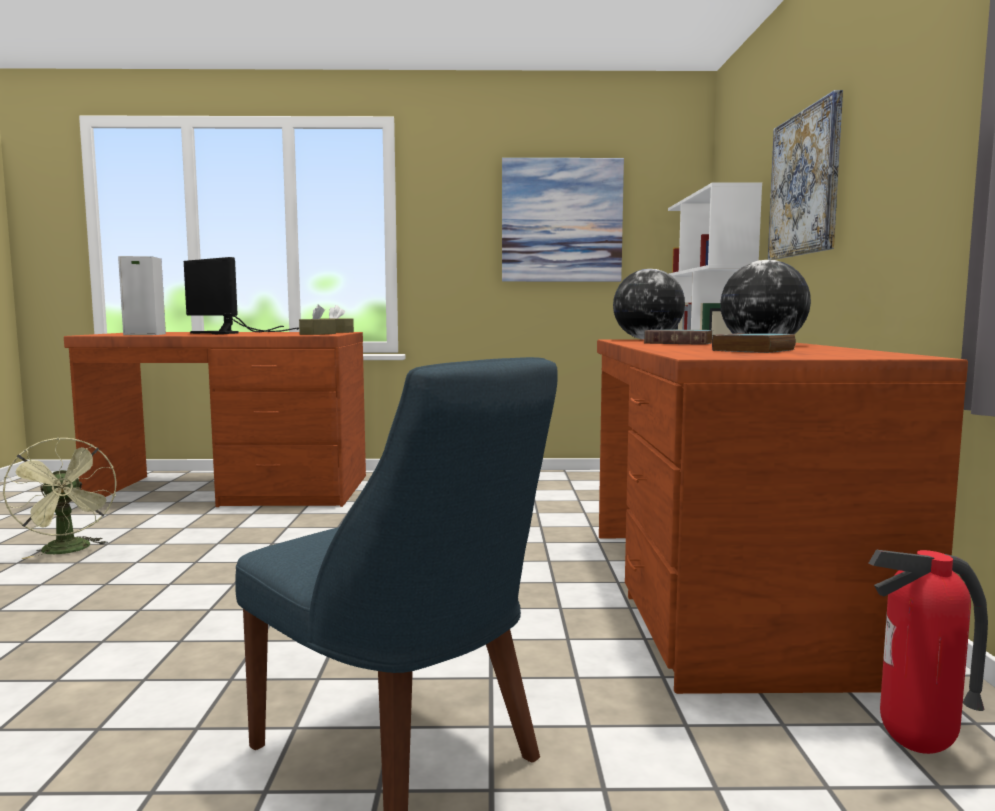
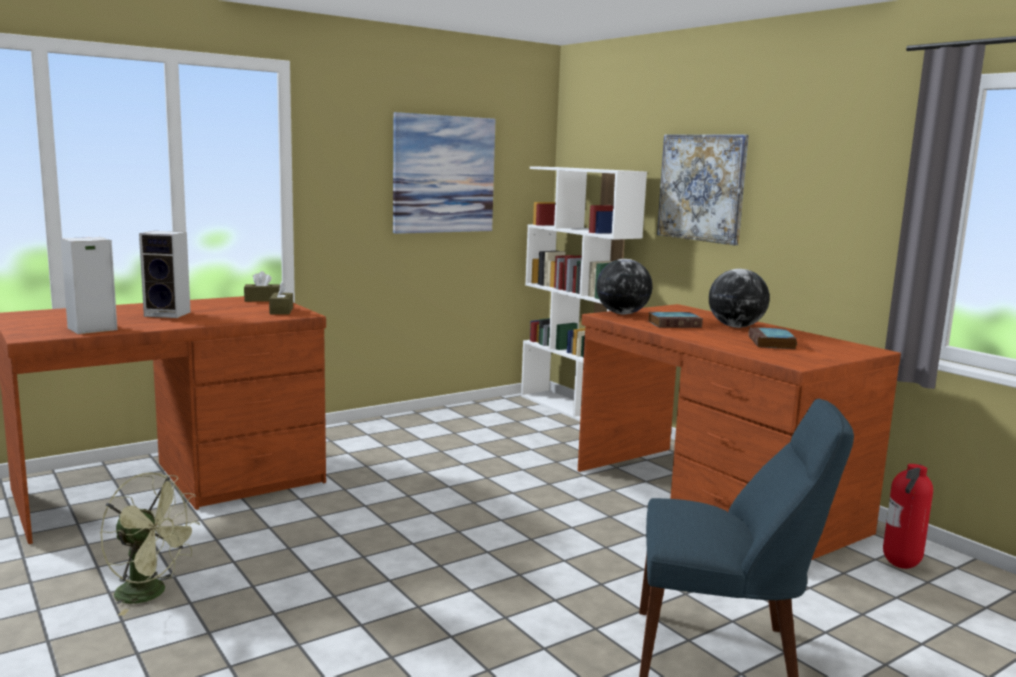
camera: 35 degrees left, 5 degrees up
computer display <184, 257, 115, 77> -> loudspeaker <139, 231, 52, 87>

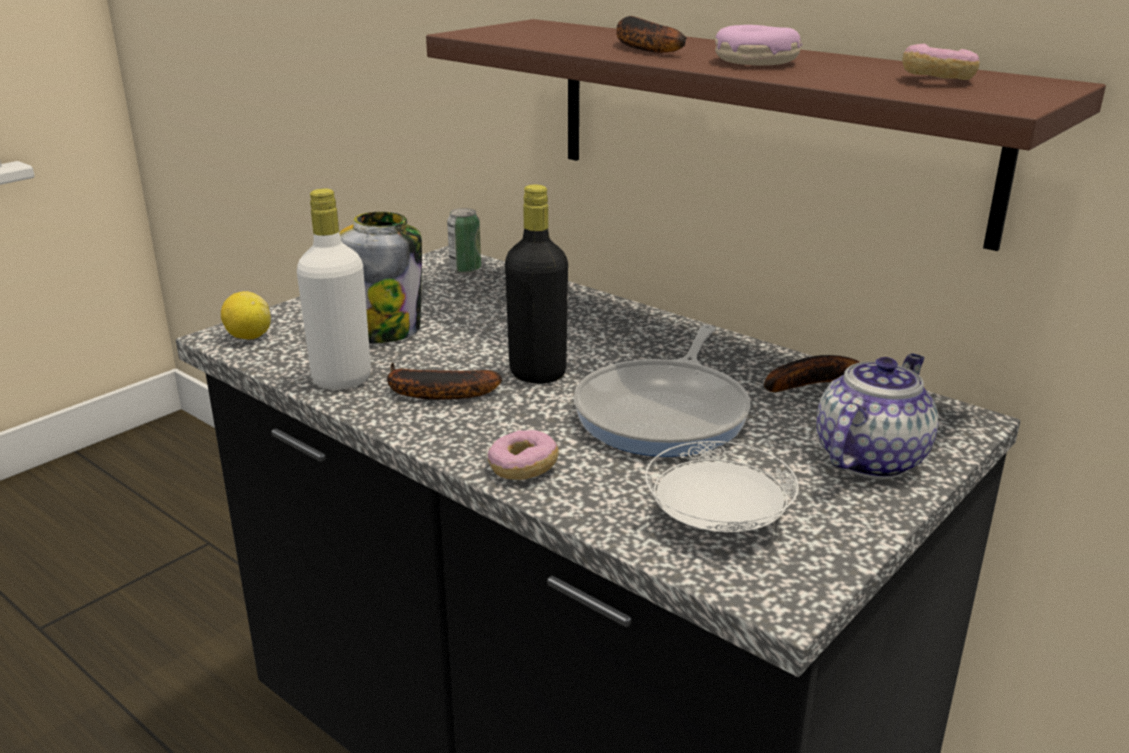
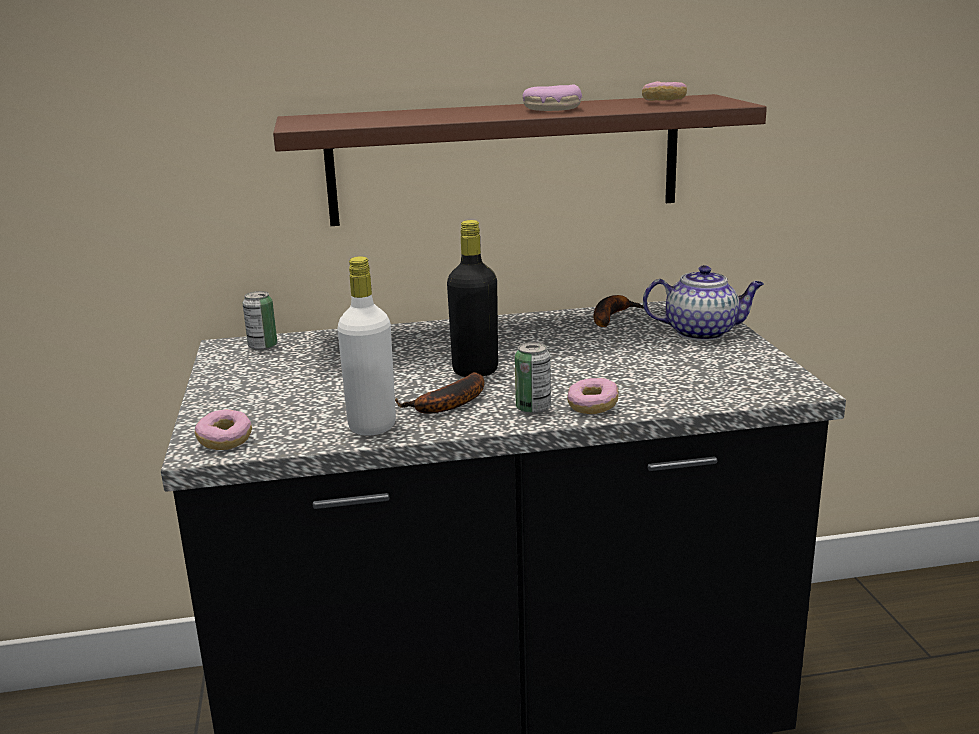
camera: 50 degrees left, 5 degrees down
jar <339, 212, 83, 131> -> none
pan <574, 325, 176, 132> -> none
banana fruit <616, 16, 71, 37> -> none
flat dish in whitish <645, 441, 154, 91> -> none
none -> metal can <515, 342, 36, 72>
whole lemon <221, 291, 50, 48> -> ring doughnut <195, 409, 57, 41>
pot for tea <817, 354, 121, 125> -> pot for tea <643, 265, 121, 76>, 105 degrees clockwise

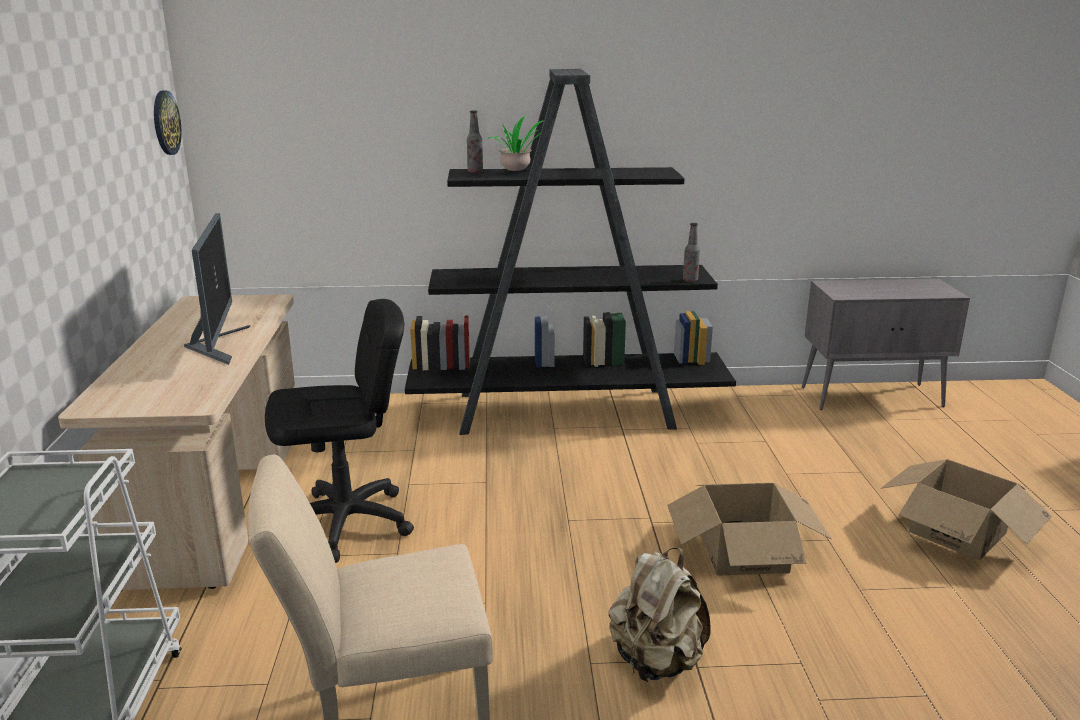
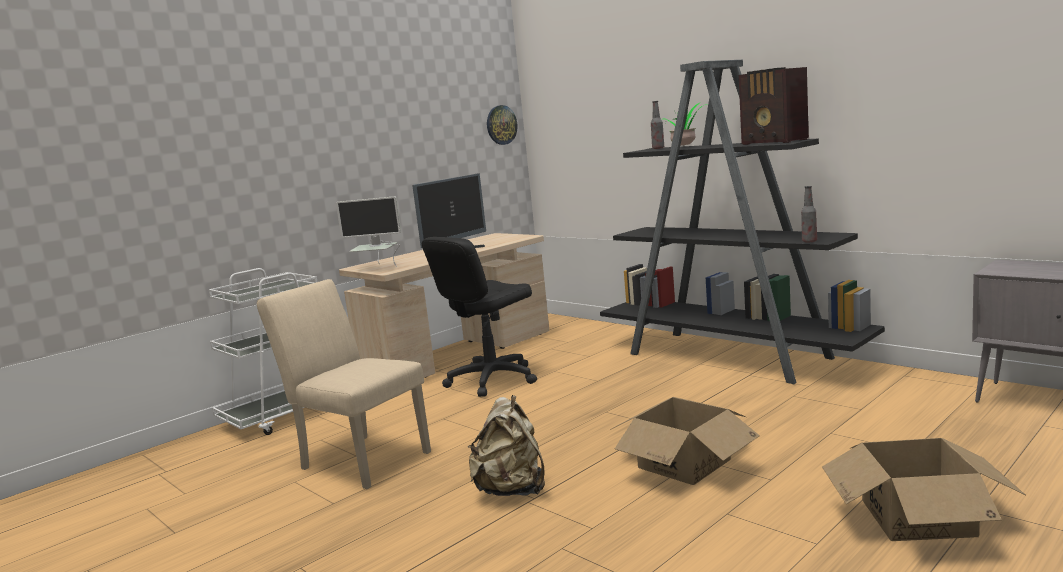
camera: 50 degrees right, 10 degrees down
none -> computer display <336, 196, 65, 71>
none -> radio receiver <739, 67, 70, 78>
desk chair in black <265, 299, 149, 264> -> desk chair in black <422, 237, 115, 160>, 105 degrees clockwise

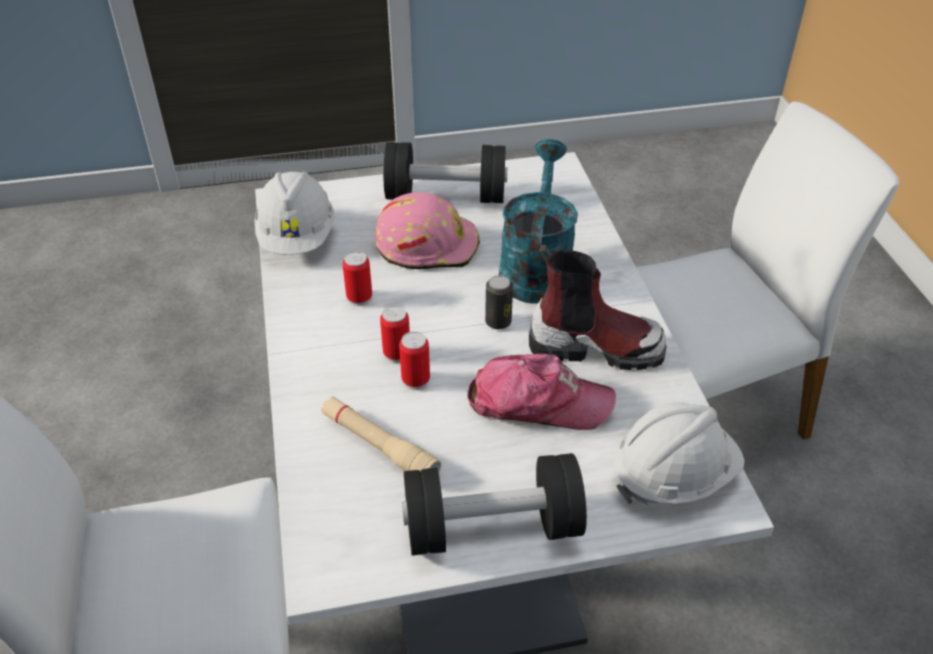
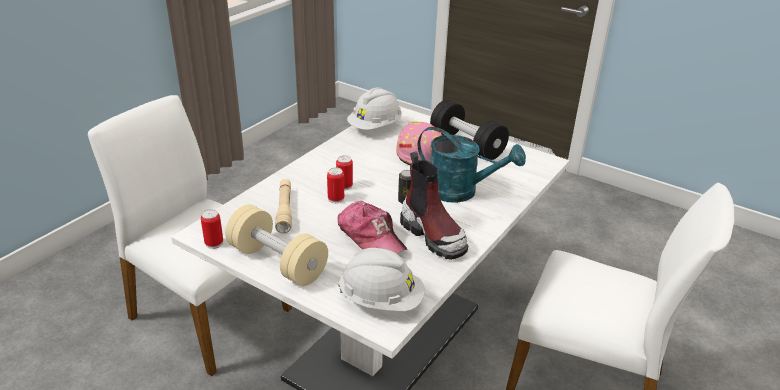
camera: 45 degrees right, 10 degrees down
metal can <343, 251, 29, 55> -> metal can <201, 209, 22, 40>, relocated
dumbbell in black <402, 453, 185, 103> -> dumbbell in beige <225, 204, 103, 82>
watering can in turquoise-coloured <499, 139, 79, 165> -> watering can in turquoise-coloured <418, 127, 108, 76>, 60 degrees clockwise

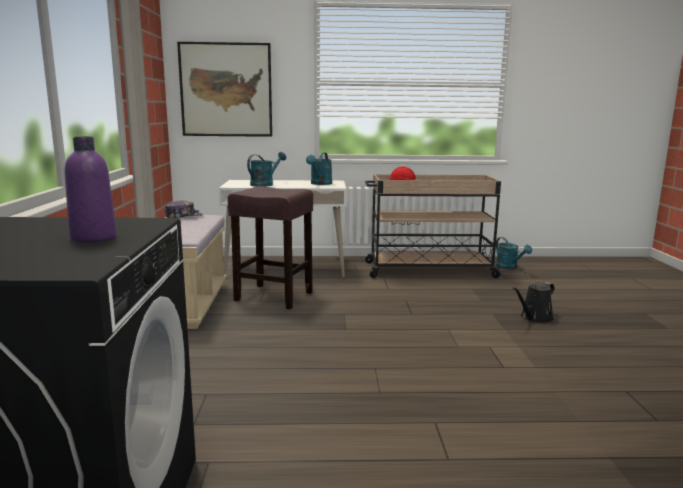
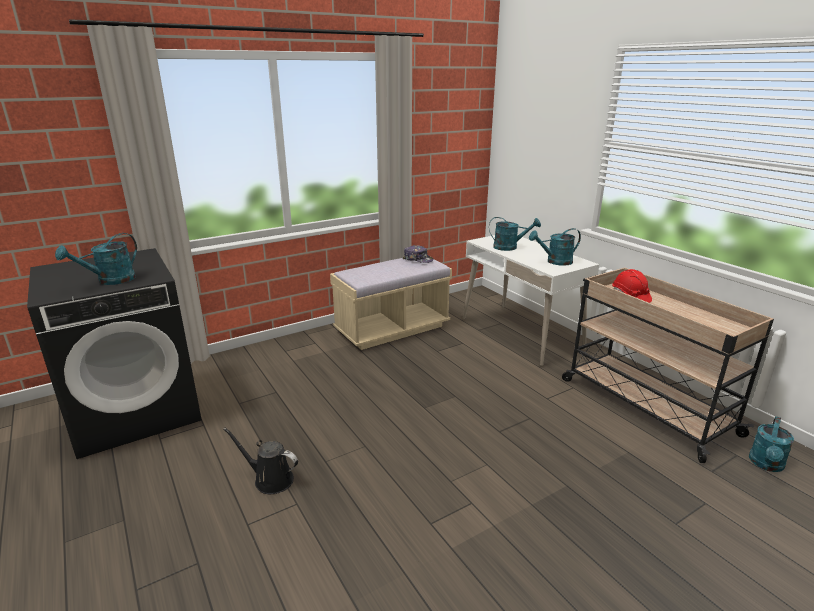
camera: 60 degrees right, 10 degrees up
wall picture <177, 42, 95, 95> -> none
sitting stool in brown-coloured <228, 186, 85, 123> -> none
watering can in black <513, 282, 42, 41> -> watering can in black <223, 428, 75, 66>, relocated
bottle in purple-coloured <64, 137, 52, 106> -> watering can in turquoise-coloured <55, 233, 82, 52>

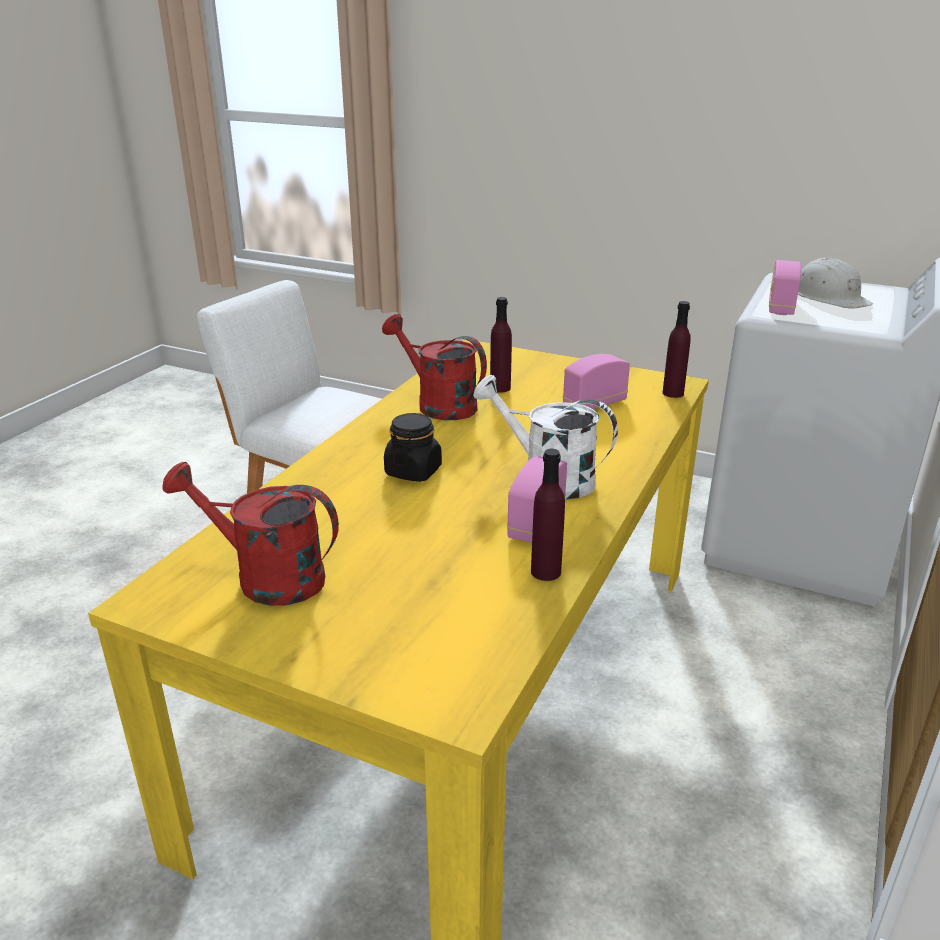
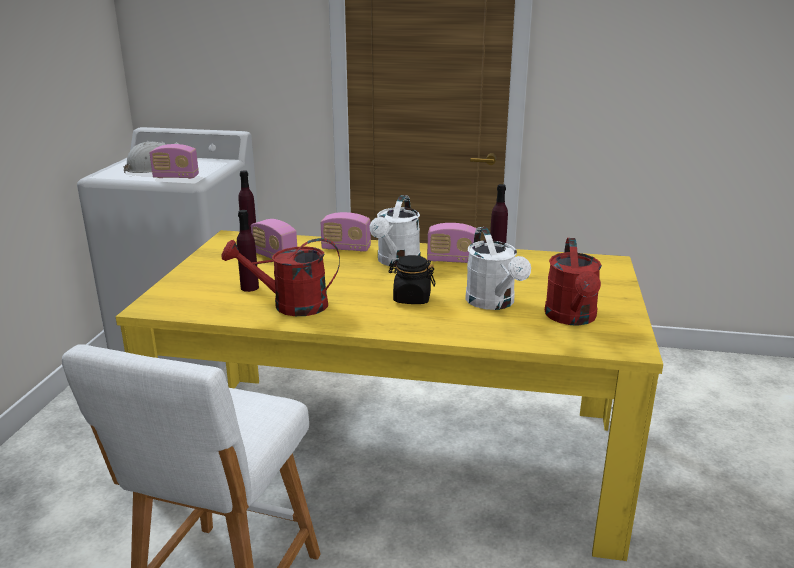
camera: 105 degrees left, 5 degrees down
none -> radio receiver <321, 212, 50, 40>
none -> watering can in whitish <465, 227, 66, 83>
watering can in reddish <382, 314, 105, 106> -> watering can in reddish <221, 238, 119, 78>, 60 degrees clockwise

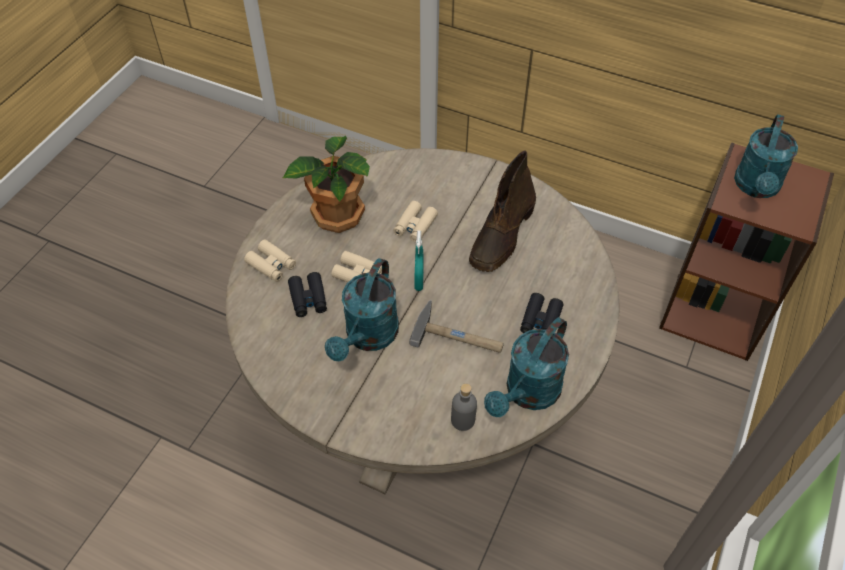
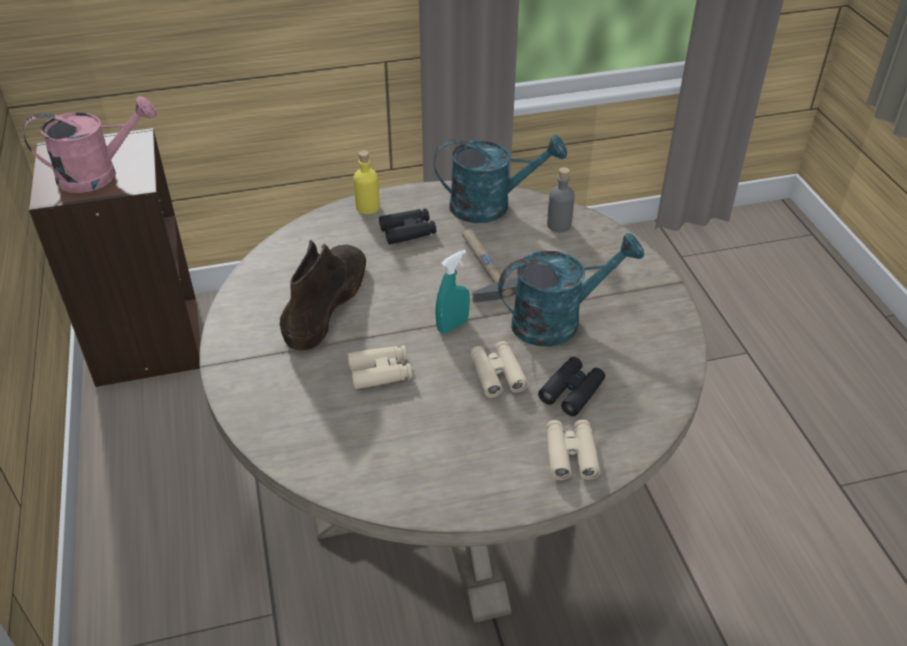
camera: 130 degrees left, 10 degrees down
plant in a pot <283, 136, 87, 97> -> none
none -> bottle in yellowish <353, 150, 27, 64>
watering can in turquoise-coloured <734, 114, 64, 84> -> watering can in pinkish <23, 96, 134, 97>
boot in brown-coloured <469, 150, 67, 122> -> boot in brown-coloured <280, 240, 86, 111>, 60 degrees counterclockwise

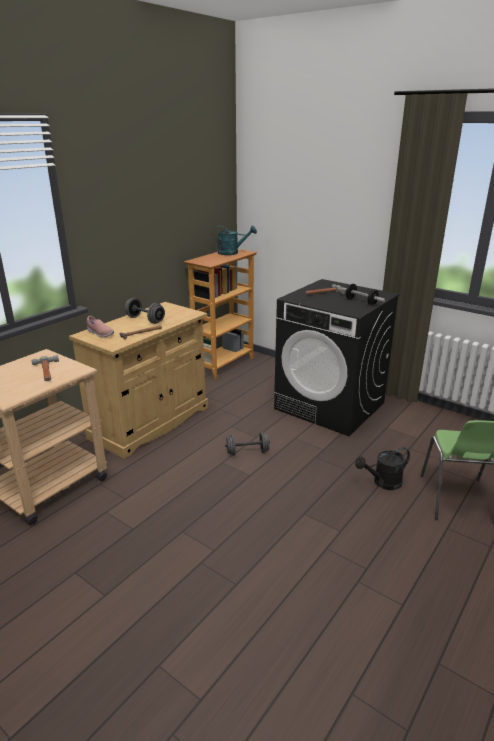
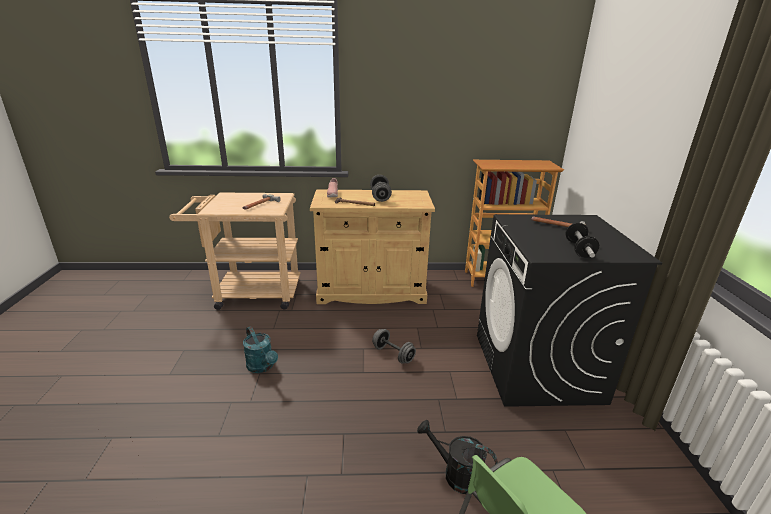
camera: 50 degrees right, 0 degrees up
watering can in turquoise-coloured <212, 226, 45, 29> -> watering can in turquoise-coloured <243, 326, 35, 47>, relocated

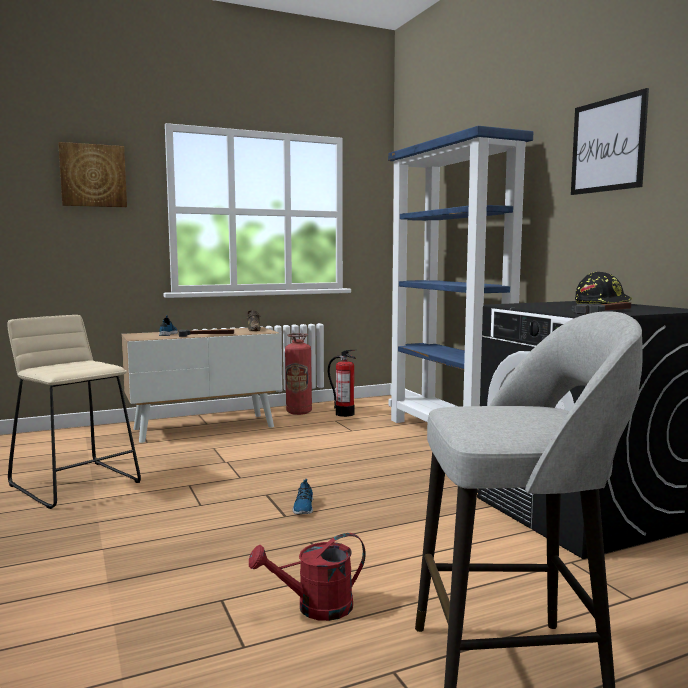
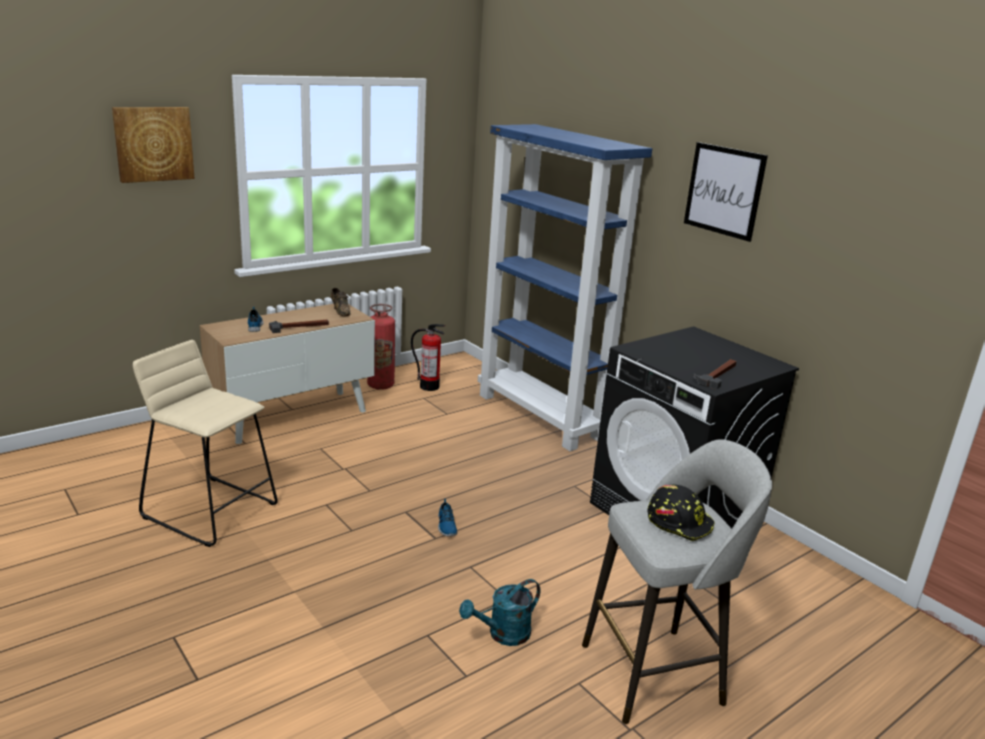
camera: 15 degrees left, 15 degrees up
safety helmet in black <575, 272, 57, 32> -> safety helmet in black <647, 485, 68, 56>, relocated
watering can in reddish <249, 533, 117, 88> -> watering can in turquoise-coloured <459, 579, 82, 67>

